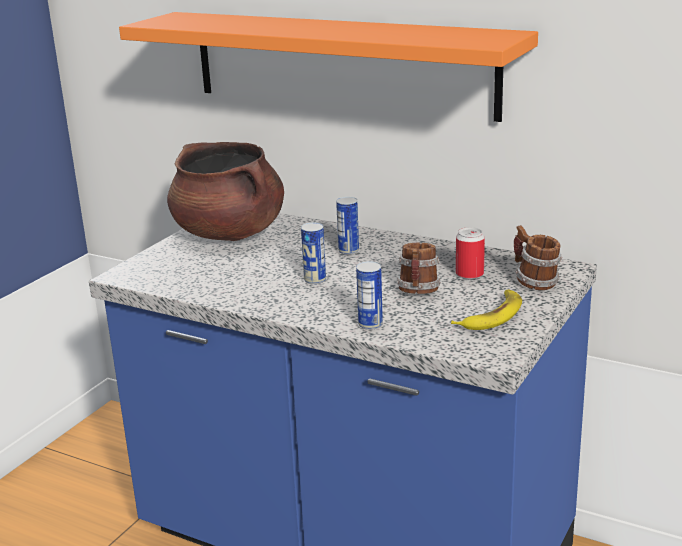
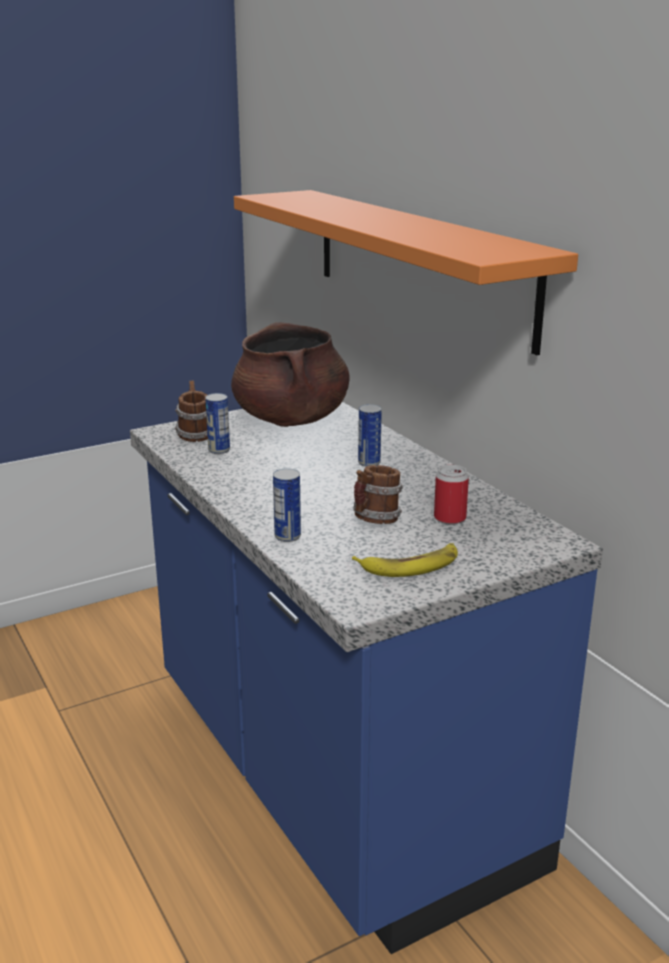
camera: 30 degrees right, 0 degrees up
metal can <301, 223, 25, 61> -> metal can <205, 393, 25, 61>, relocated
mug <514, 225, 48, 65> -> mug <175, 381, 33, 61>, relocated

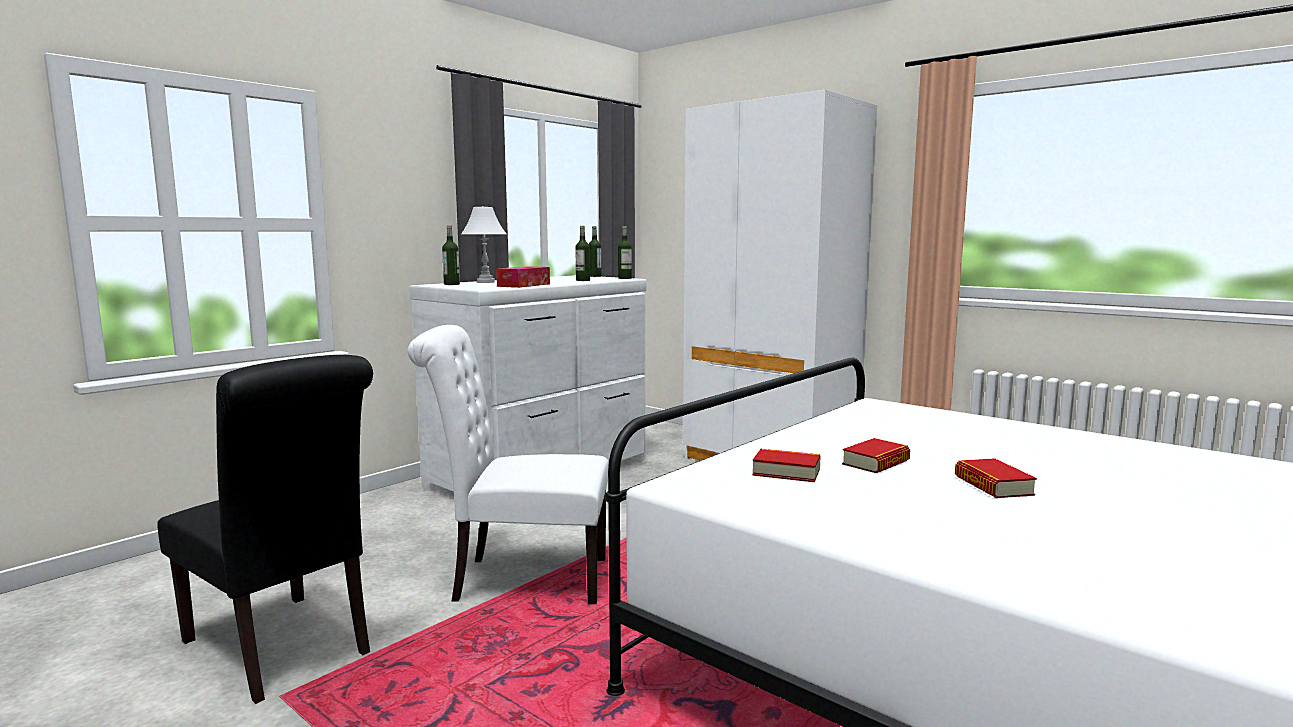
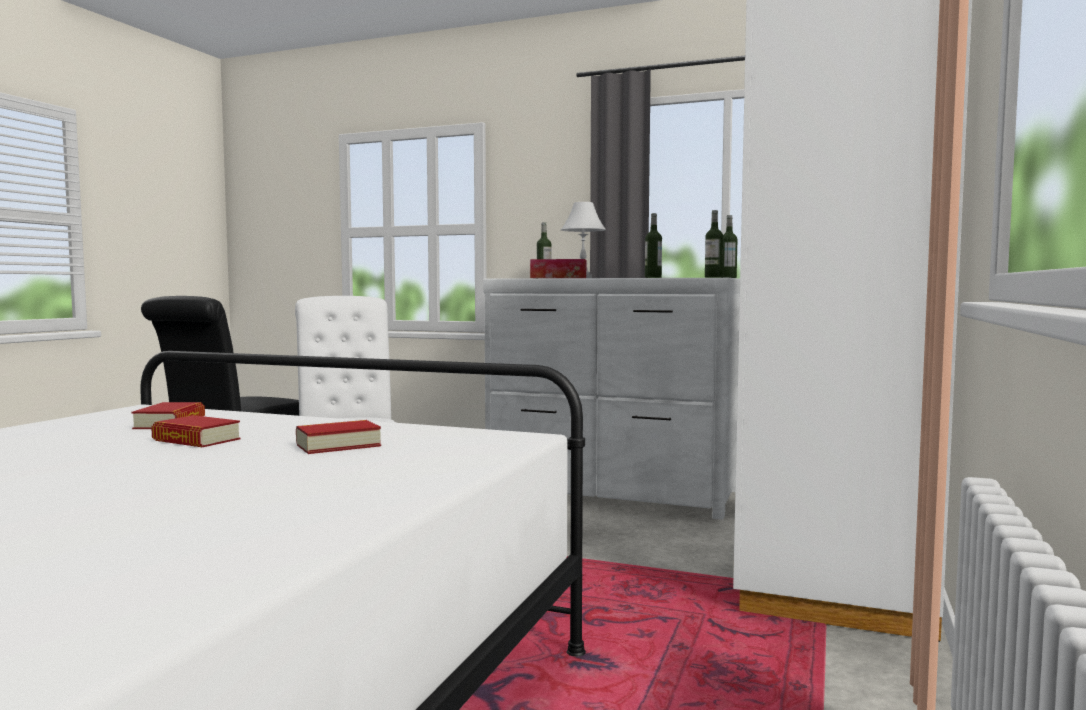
camera: 70 degrees right, 5 degrees down
bound book <955, 458, 82, 40> -> bound book <296, 420, 85, 34>, relocated

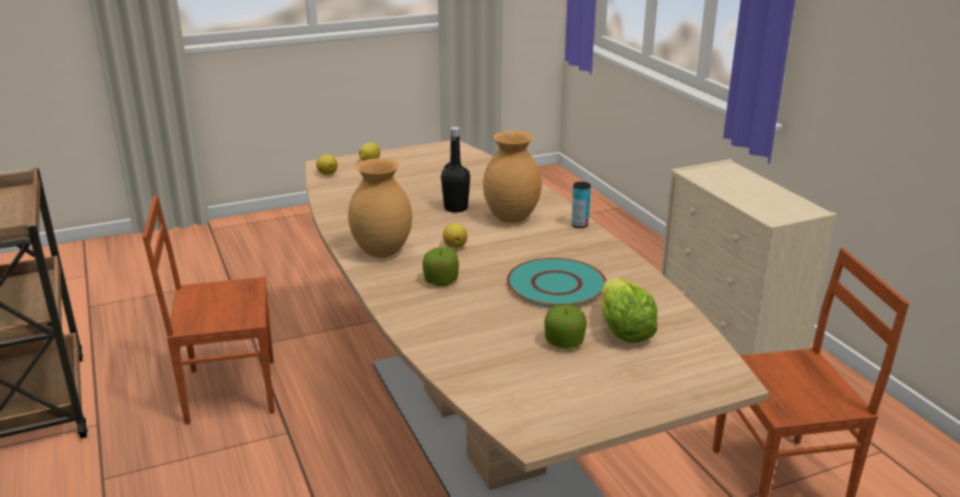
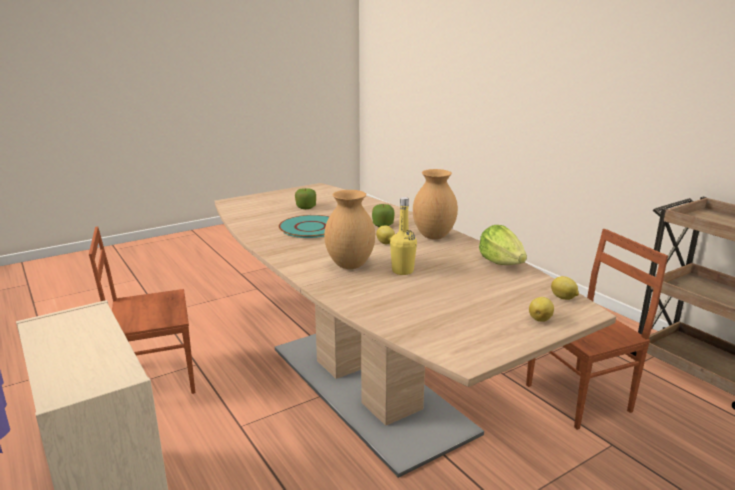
camera: 170 degrees right, 5 degrees down
metal can <571, 182, 20, 46> -> none
head of lettuce <601, 278, 57, 65> -> head of lettuce <479, 225, 48, 40>, relocated
bottle in black <441, 127, 29, 86> -> bottle in yellowish <390, 197, 27, 78>

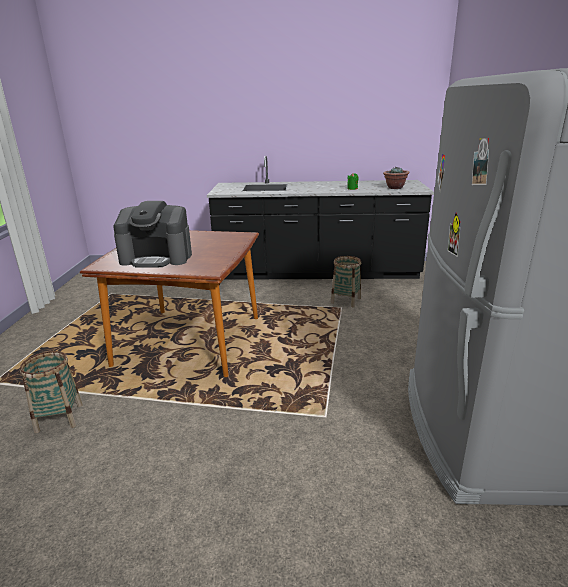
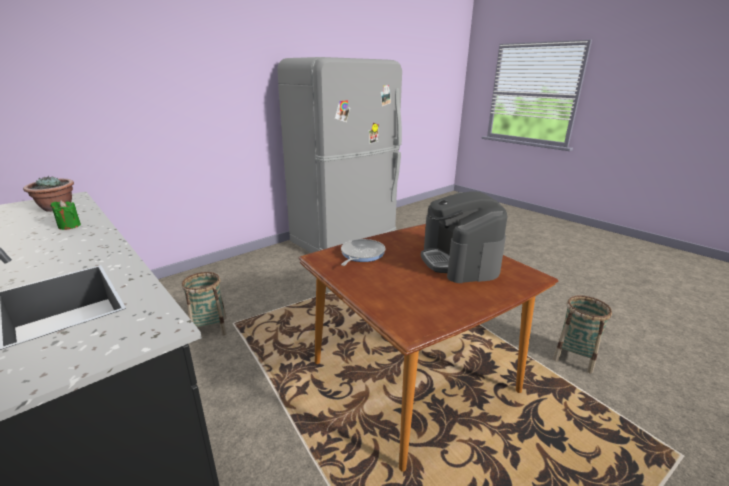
camera: 135 degrees left, 0 degrees up
none -> pan <341, 239, 45, 27>
coffee brewer <113, 201, 79, 67> -> coffee brewer <421, 191, 86, 92>, 150 degrees counterclockwise

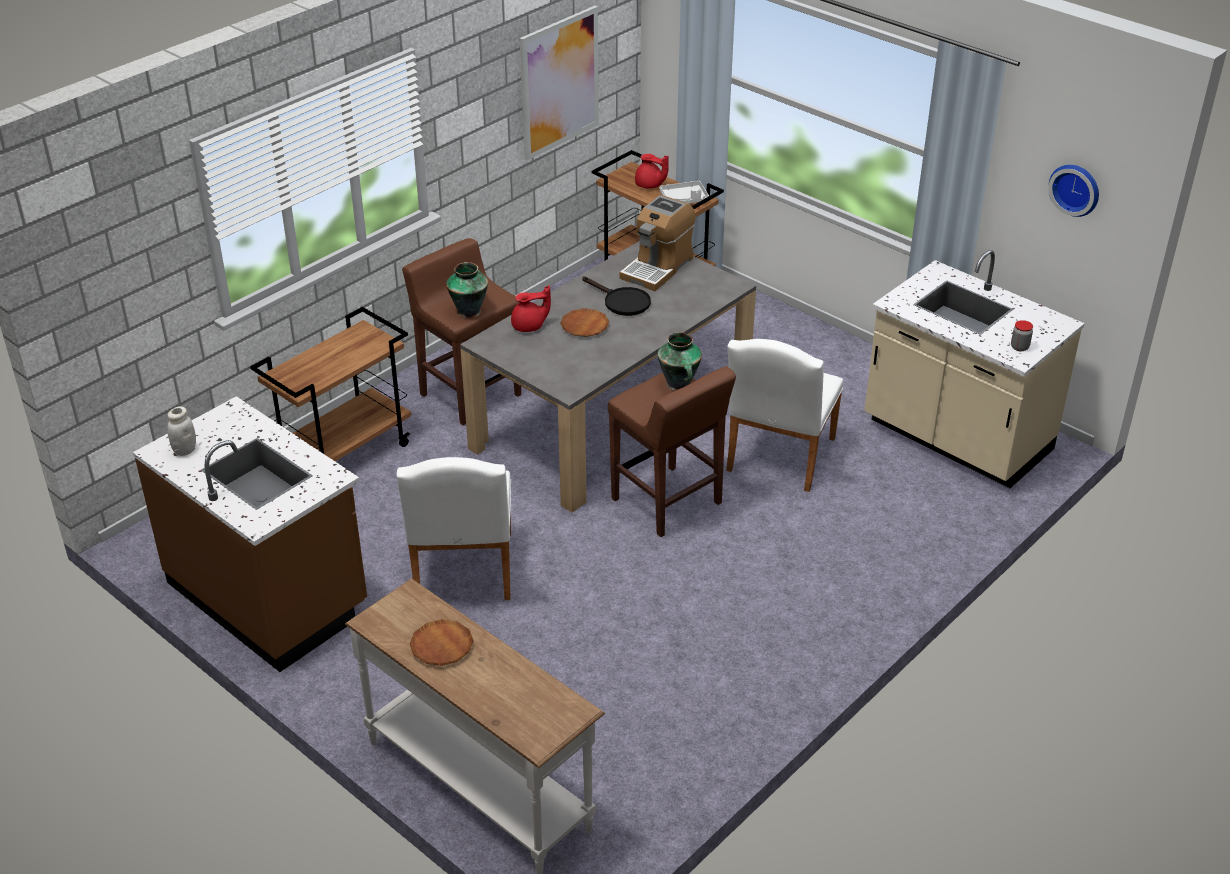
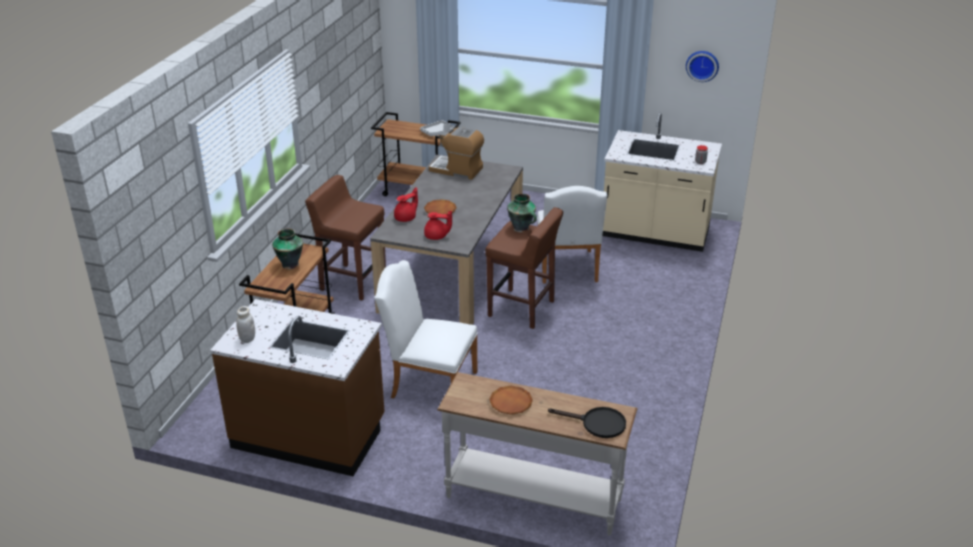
camera: 25 degrees left, 5 degrees down
wall picture <520, 6, 79, 155> -> none
flower vase <446, 262, 42, 57> -> flower vase <272, 229, 31, 41>, relocated
pan in black <583, 277, 68, 39> -> pan in black <548, 407, 78, 31>, relocated
pot for tea in reddish <635, 154, 34, 34> -> pot for tea in reddish <424, 211, 28, 29>, relocated
upright chair in whitish <396, 457, 115, 143> -> upright chair in whitish <374, 260, 104, 138>, 135 degrees clockwise
coffee brewer <619, 195, 76, 96> -> coffee brewer <429, 127, 55, 53>, 105 degrees clockwise

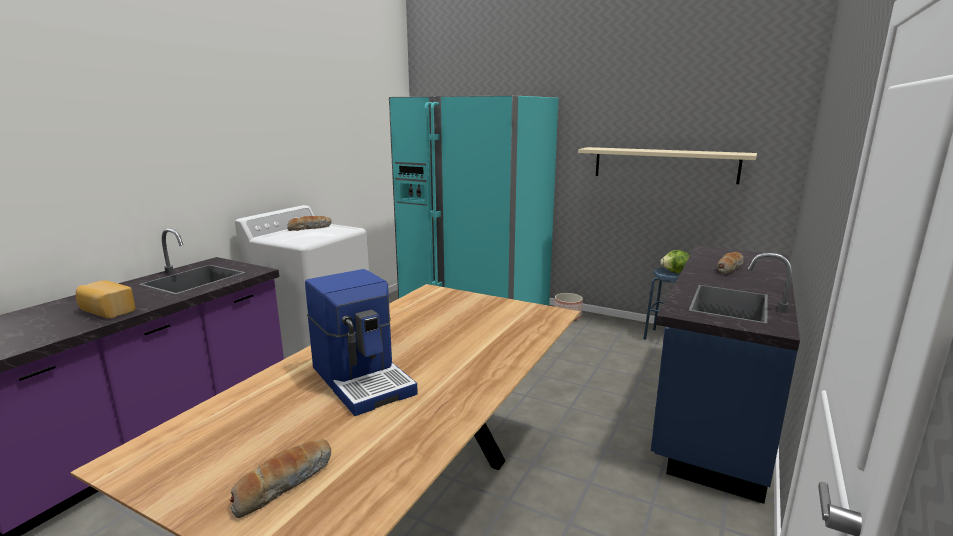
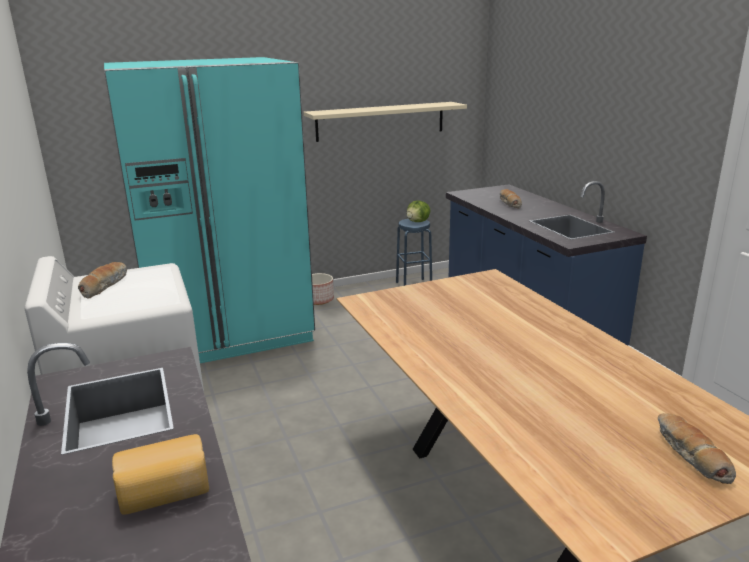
camera: 50 degrees left, 5 degrees up
coffee brewer <305, 269, 113, 147> -> none

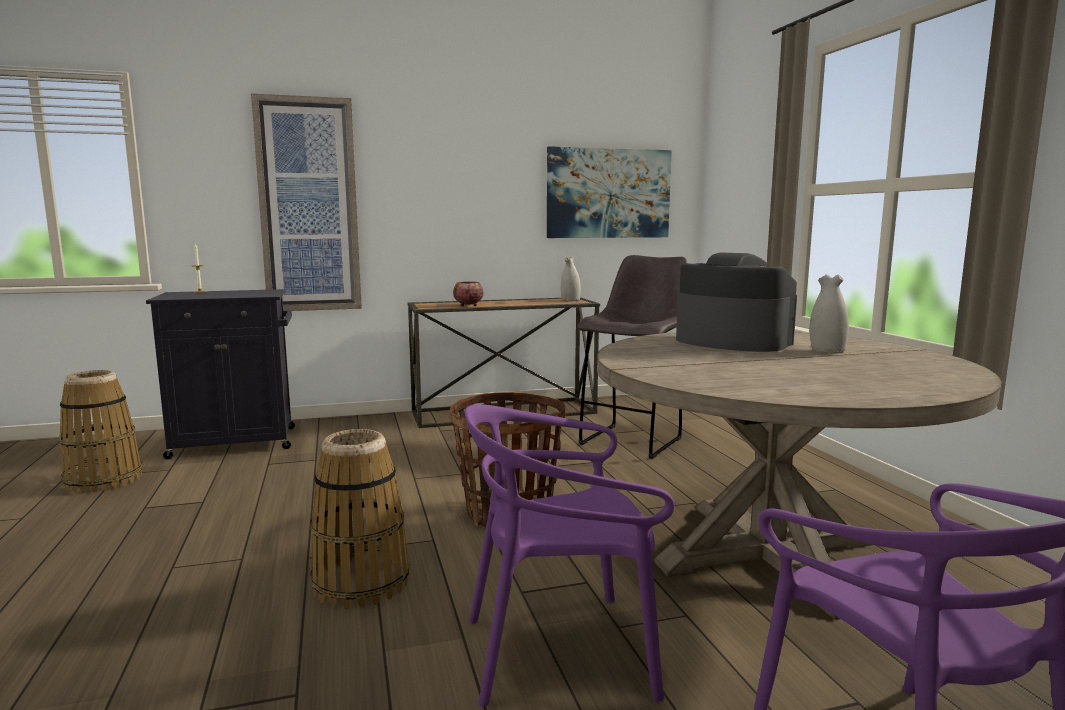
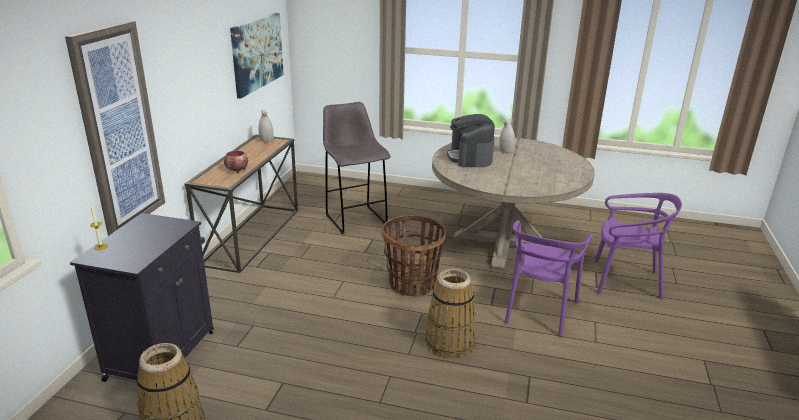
camera: 60 degrees left, 15 degrees up
coffee brewer <676, 252, 121, 100> -> coffee brewer <447, 114, 48, 53>, 75 degrees counterclockwise

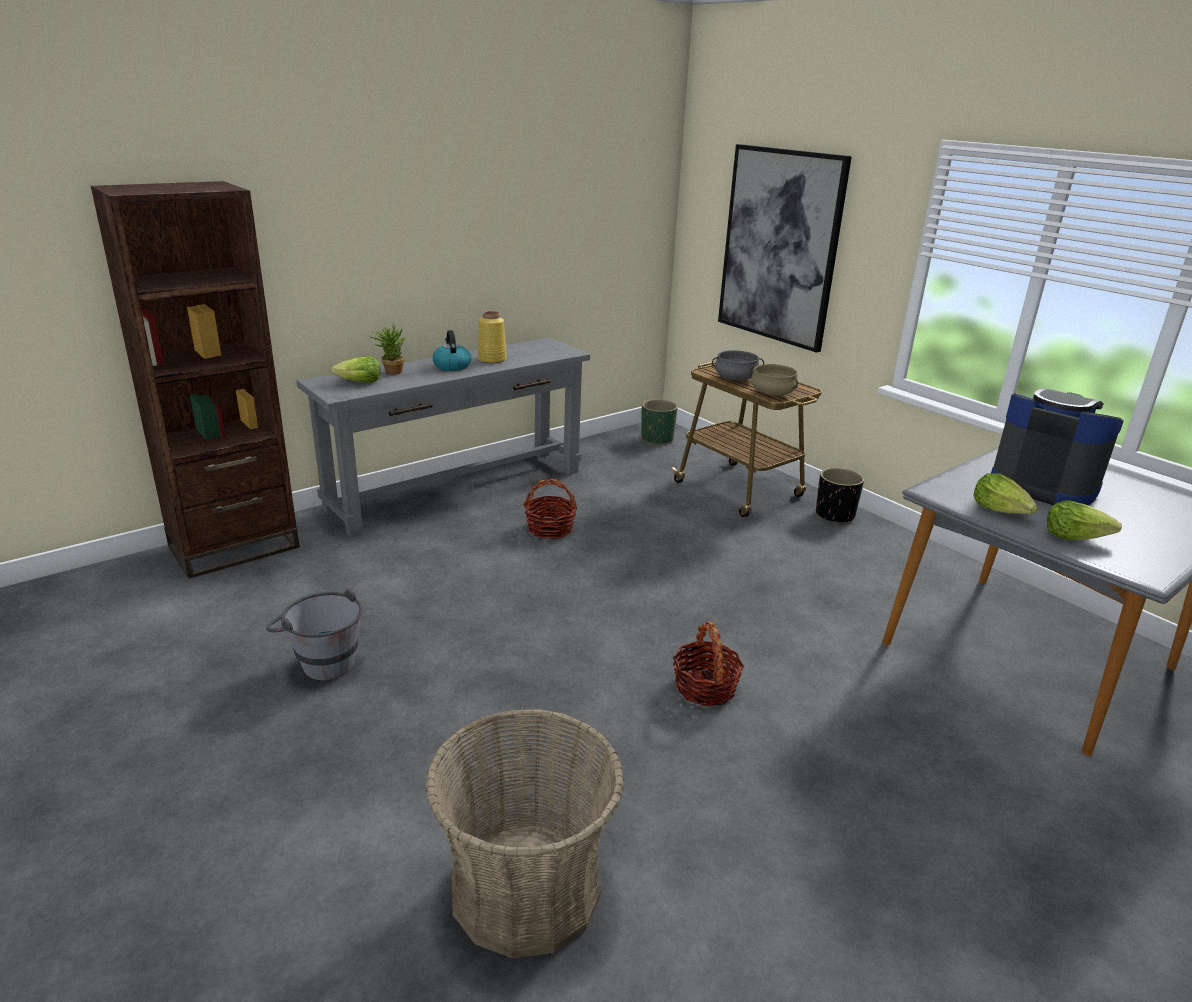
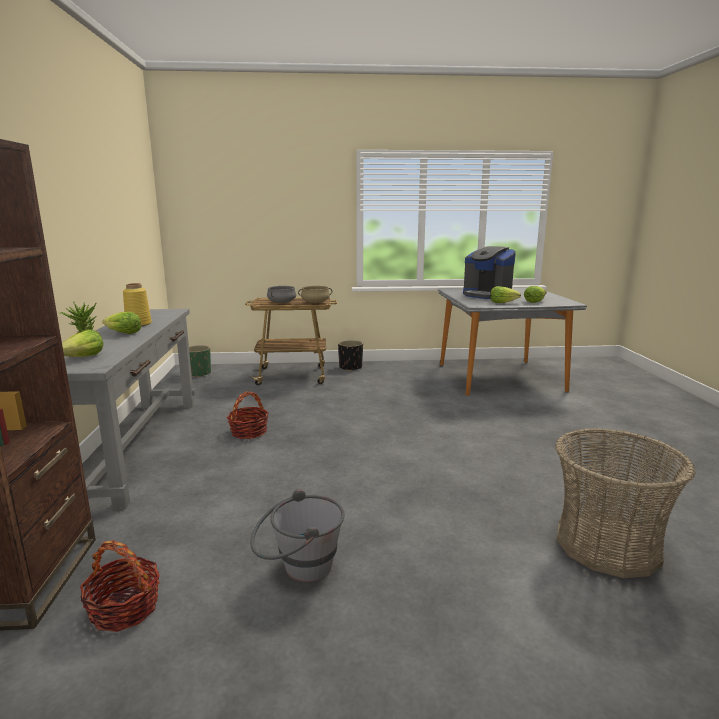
camera: 55 degrees left, 10 degrees down
wall picture <718, 144, 134, 209> -> none
household basket <673, 621, 71, 85> -> household basket <80, 540, 80, 92>, relocated
water kettle <433, 330, 38, 41> -> head of lettuce <102, 312, 39, 22>
coffee brewer <991, 388, 133, 118> -> coffee brewer <463, 246, 53, 53>, 120 degrees counterclockwise

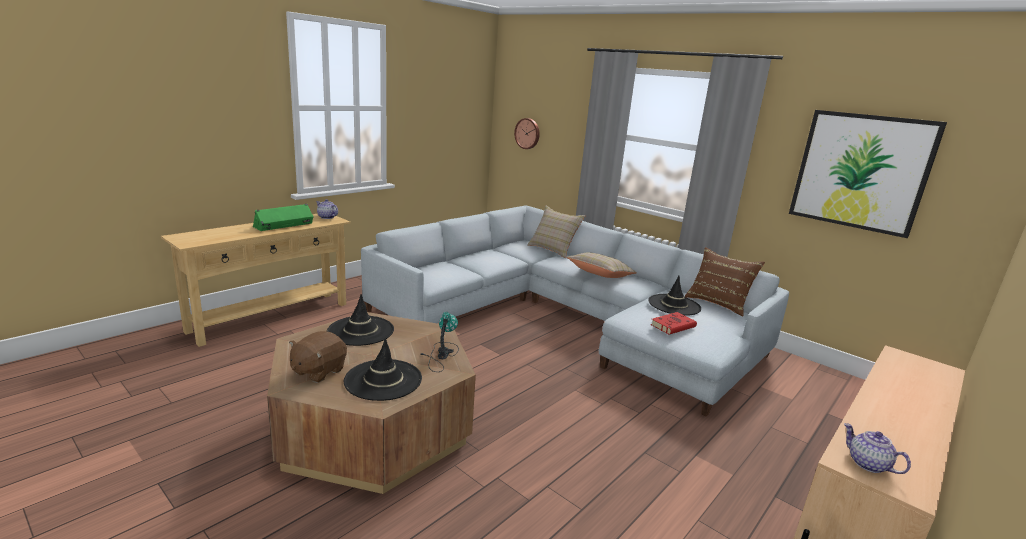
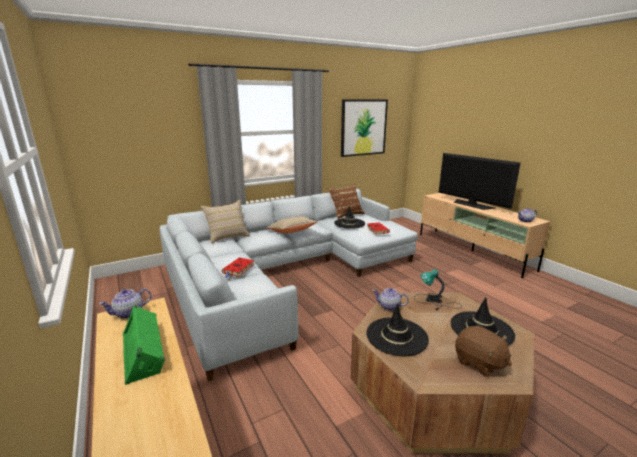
camera: 70 degrees left, 0 degrees up
hanging clock <514, 118, 26, 31> -> none
none -> bound book in reddish <222, 258, 32, 20>
none -> pot for tea <373, 288, 36, 23>
none -> TV set <439, 153, 82, 57>

